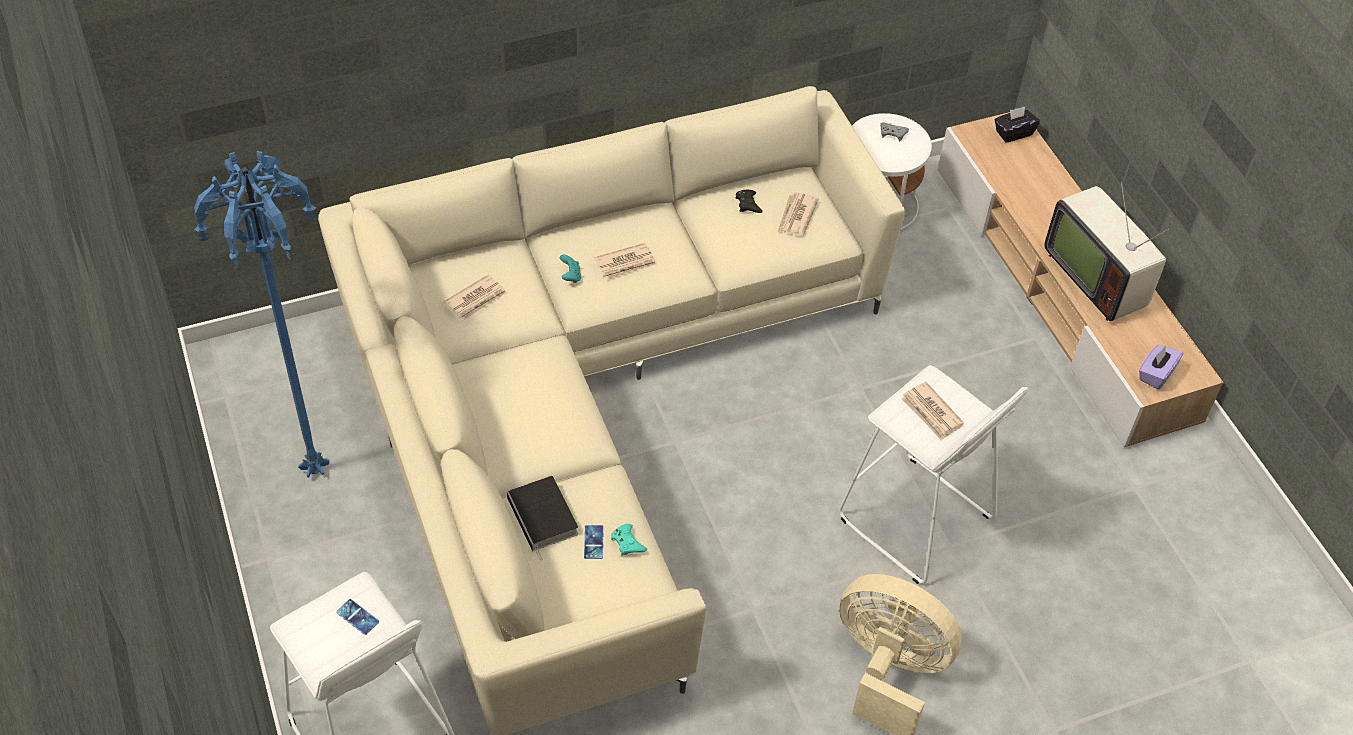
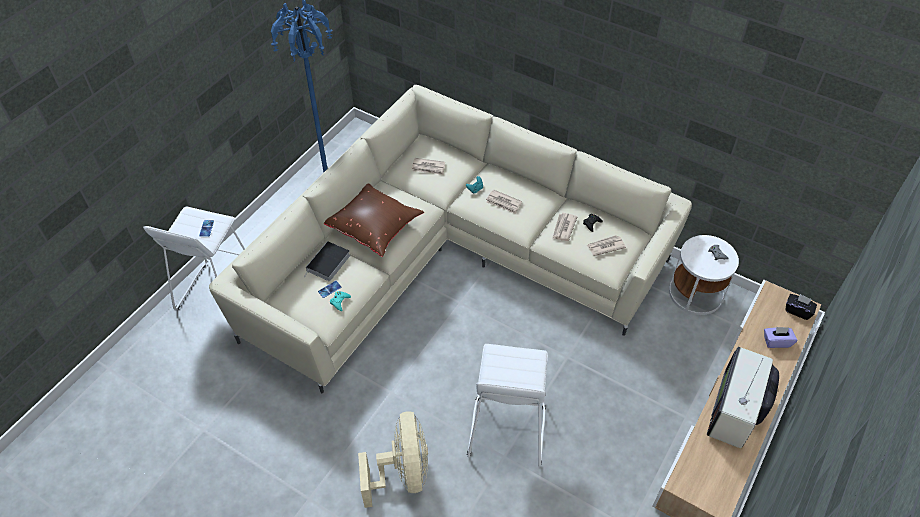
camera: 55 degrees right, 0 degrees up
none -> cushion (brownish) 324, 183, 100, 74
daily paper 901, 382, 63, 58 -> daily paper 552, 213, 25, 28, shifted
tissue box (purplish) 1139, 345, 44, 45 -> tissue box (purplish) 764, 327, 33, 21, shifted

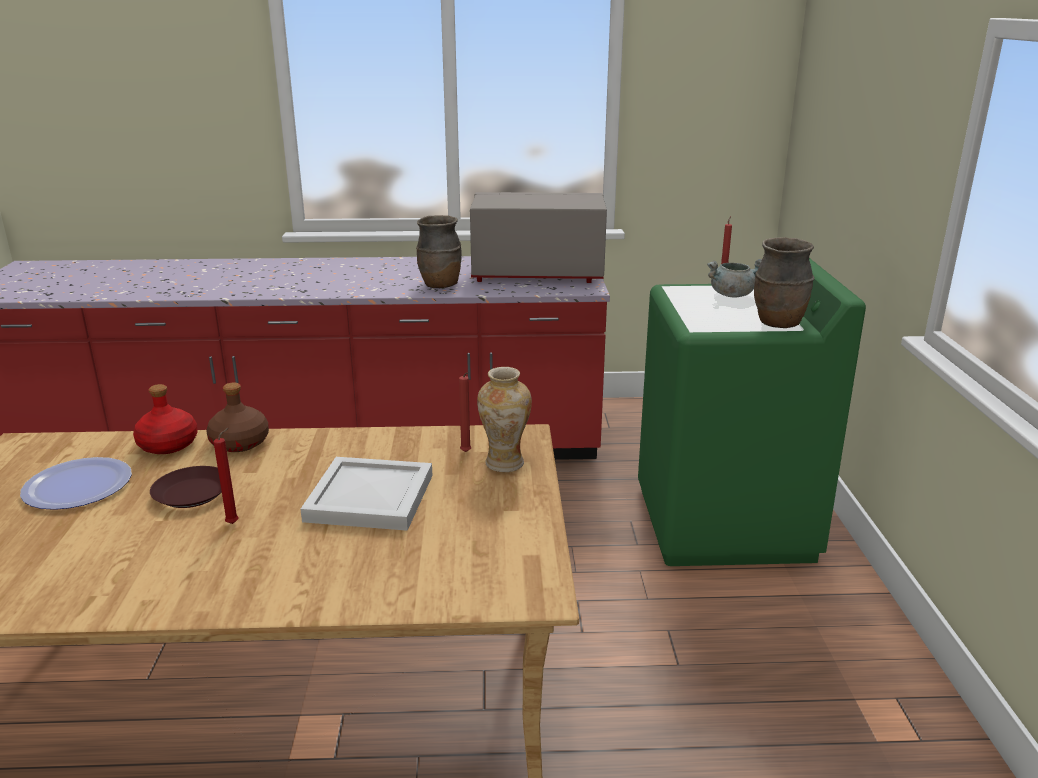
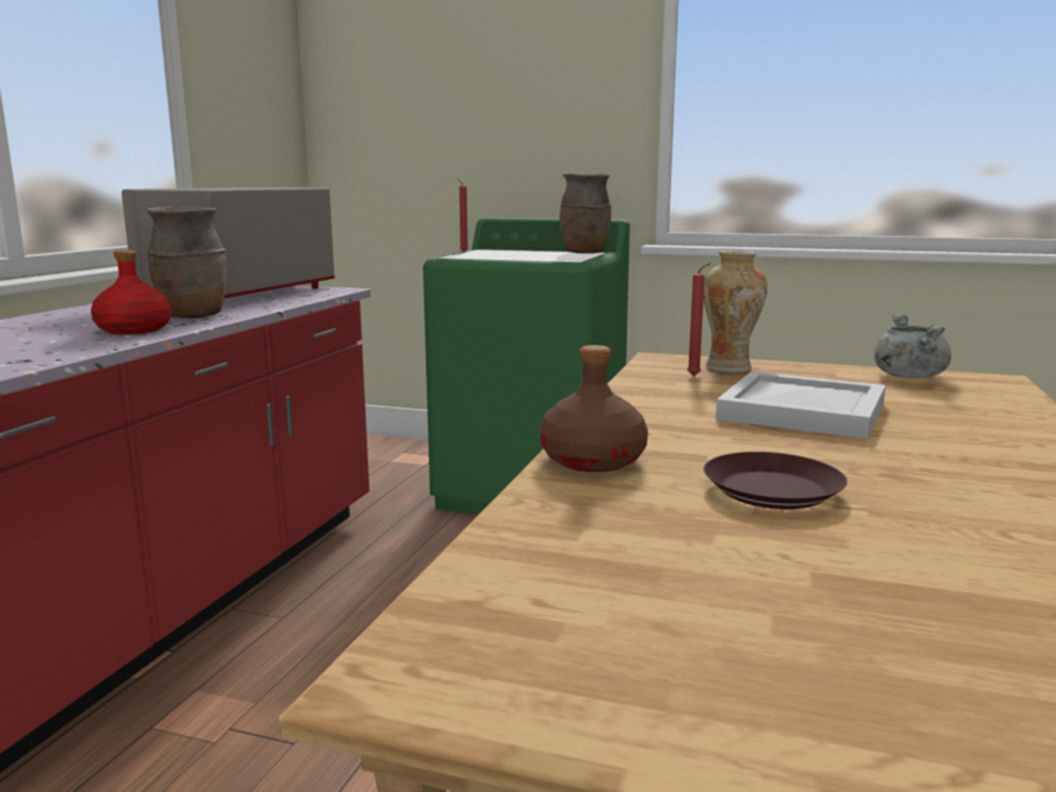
camera: 70 degrees left, 10 degrees down
beverage bottle (red-coloured) 133, 384, 65, 70 -> beverage bottle (red-coloured) 91, 250, 81, 84, shifted
cooking pot (gray) 707, 259, 55, 38 -> cooking pot (gray) 874, 314, 77, 64, shifted
dinner plate 20, 457, 112, 53 -> none
wax candle (red-coloured) 214, 427, 24, 97 -> none

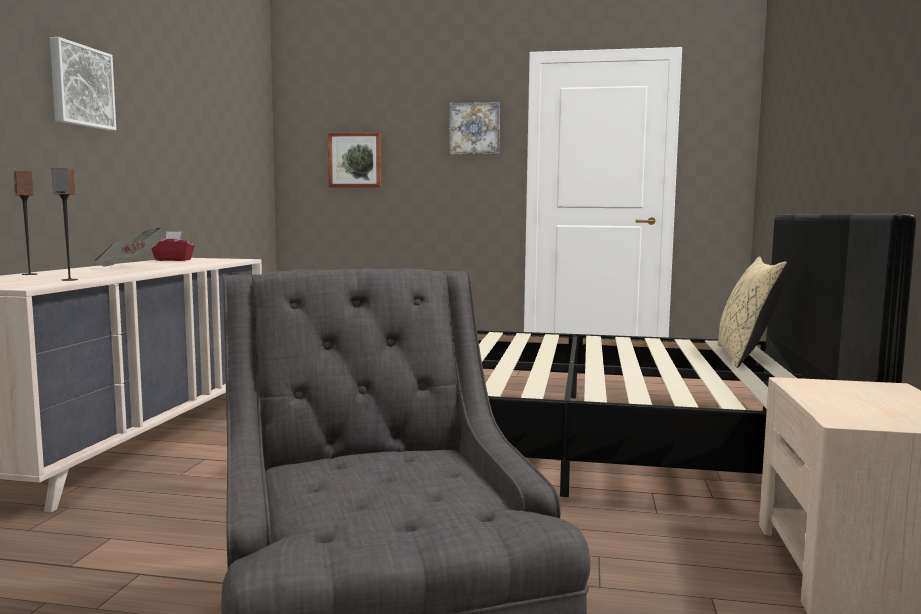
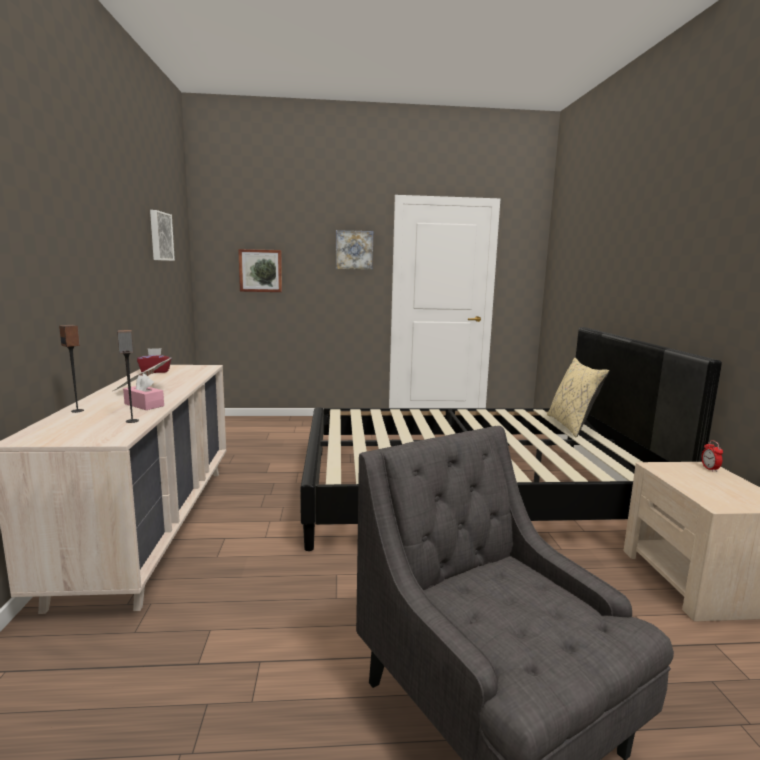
camera: 15 degrees left, 5 degrees up
none -> tissue box (pinkish) 123, 374, 41, 36
picture 50, 37, 66, 93 -> picture 150, 210, 25, 51, shifted
none -> table clock 701, 440, 22, 32

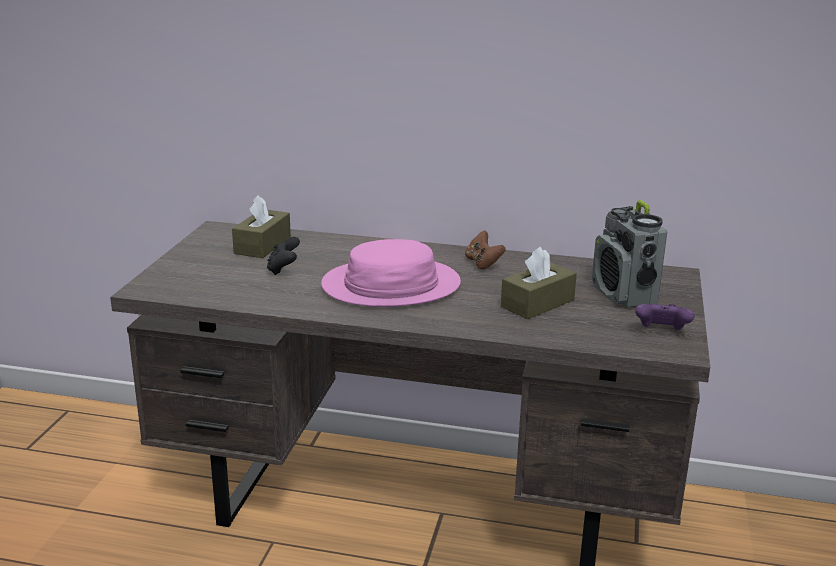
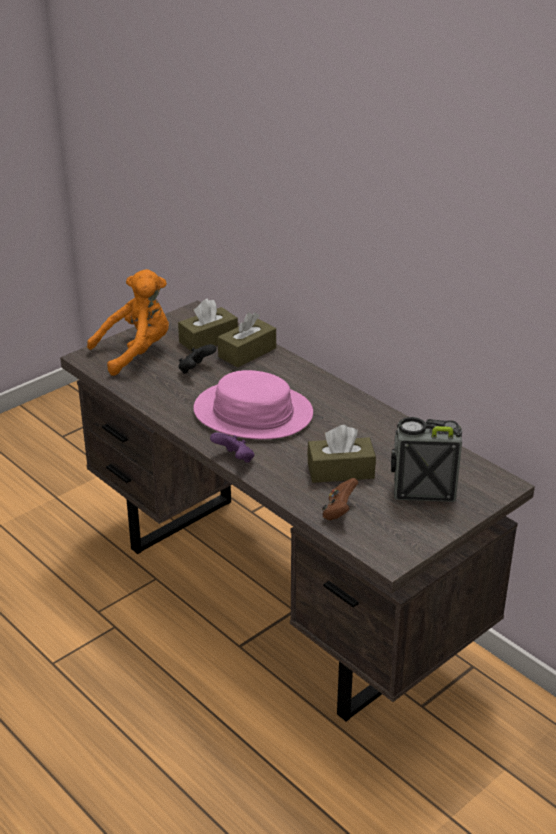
camera: 35 degrees right, 10 degrees up
none -> plush toy (orange-coloured) 87, 269, 82, 107
game controller (purplish) 635, 304, 59, 26 -> game controller (purplish) 210, 432, 44, 31, shifted
none -> tissue box (brownish) 218, 312, 58, 56
game controller (brownish) 465, 230, 41, 40 -> game controller (brownish) 322, 478, 36, 42, shifted
radio 592, 200, 76, 108 -> radio 391, 417, 71, 85, 75 degrees clockwise

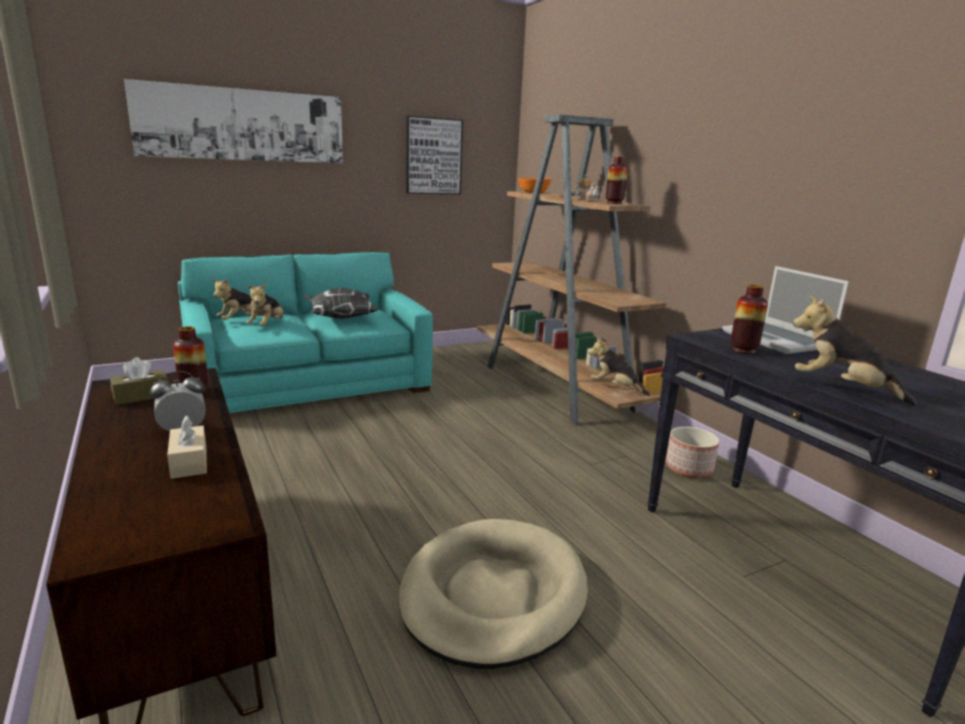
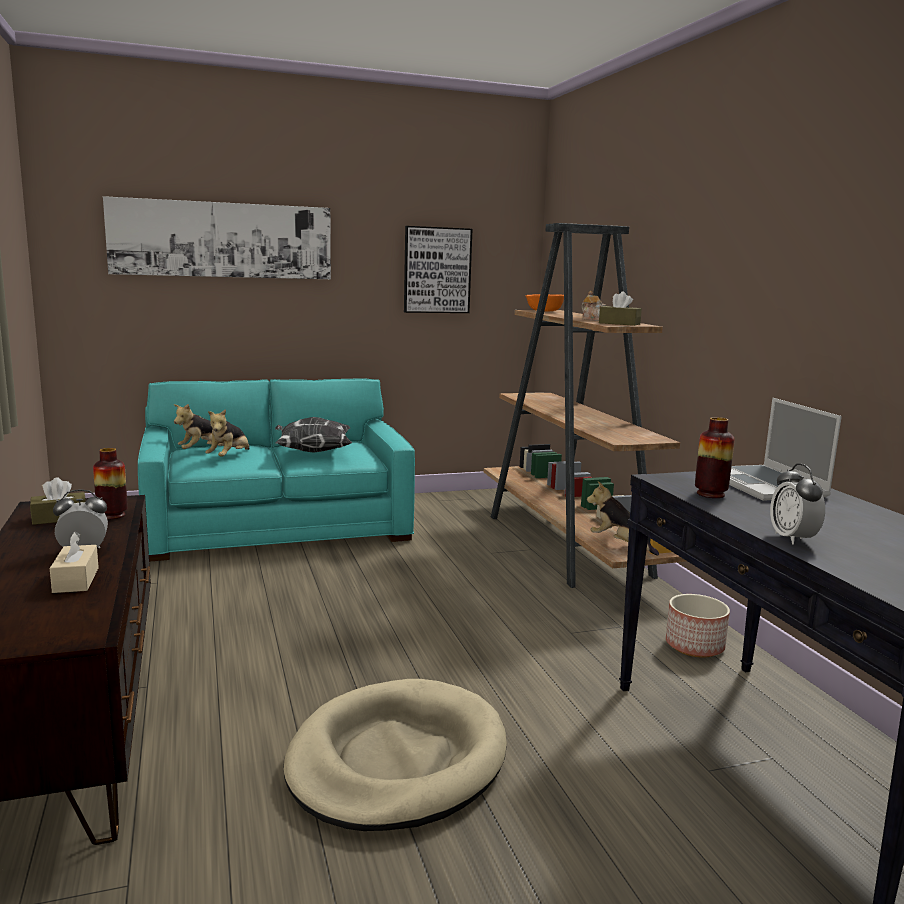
camera: 10 degrees right, 5 degrees down
decorative vase 606, 156, 22, 48 -> tissue box (brownish) 599, 291, 43, 35
plush toy 793, 296, 124, 110 -> table clock 770, 463, 55, 82

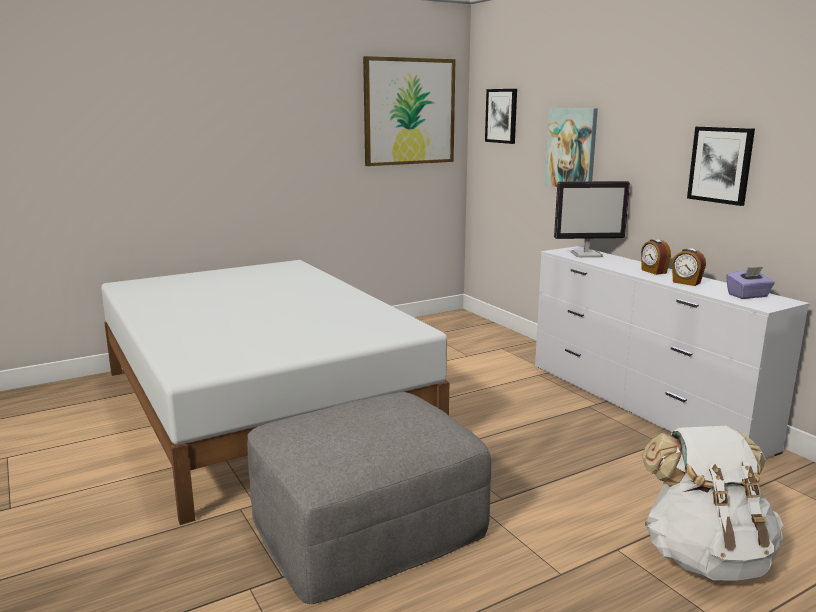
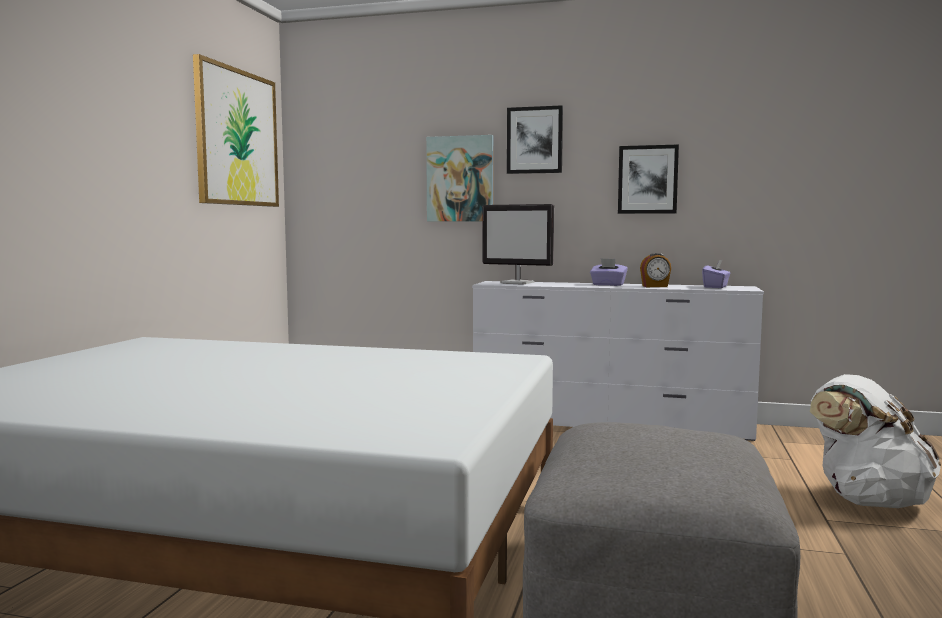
camera: 45 degrees left, 10 degrees down
computer screen 554, 181, 76, 76 -> computer screen 482, 204, 72, 81, 75 degrees clockwise
picture 485, 89, 32, 55 -> picture 507, 105, 56, 69, shifted
table clock 641, 239, 30, 36 -> tissue box (purplish) 590, 258, 38, 28

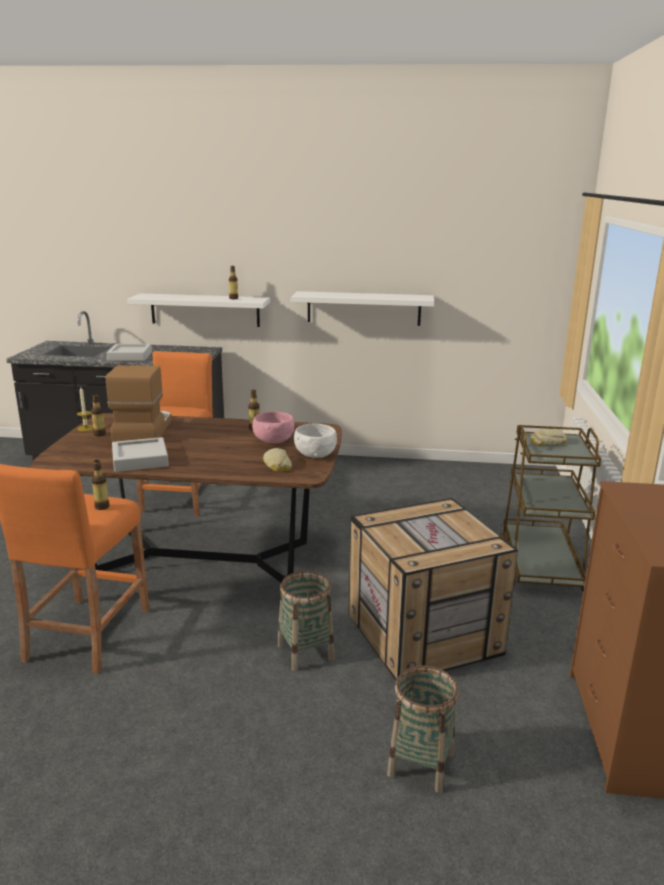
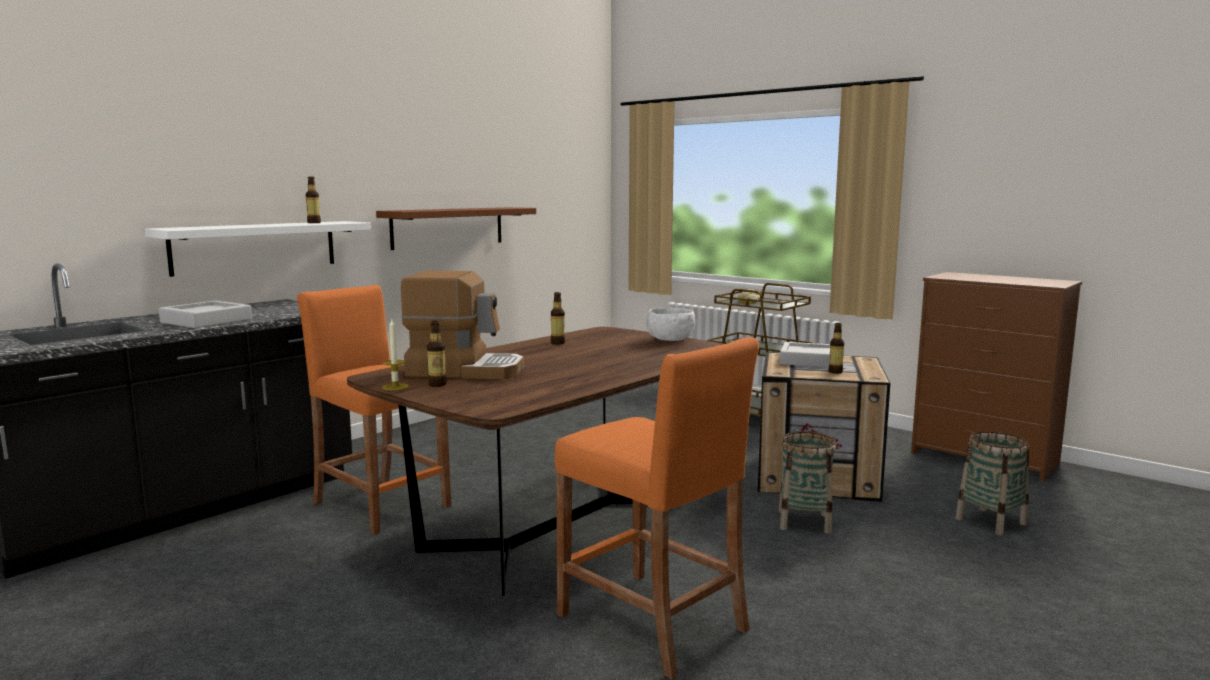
camera: 55 degrees left, 10 degrees down
wall shelf (whitish) 291, 291, 143, 35 -> wall shelf (brownish) 376, 207, 160, 43
coffee machine 106, 365, 66, 77 -> coffee machine 401, 271, 123, 108, 150 degrees clockwise
carrying tray (gray) 112, 437, 57, 35 -> carrying tray (gray) 780, 342, 50, 25, shifted
beverage bottle 92, 460, 17, 50 -> beverage bottle 828, 323, 16, 51, shifted
deep dish (pinkish) 252, 412, 42, 31 -> none
bakery bread 263, 448, 29, 24 -> none

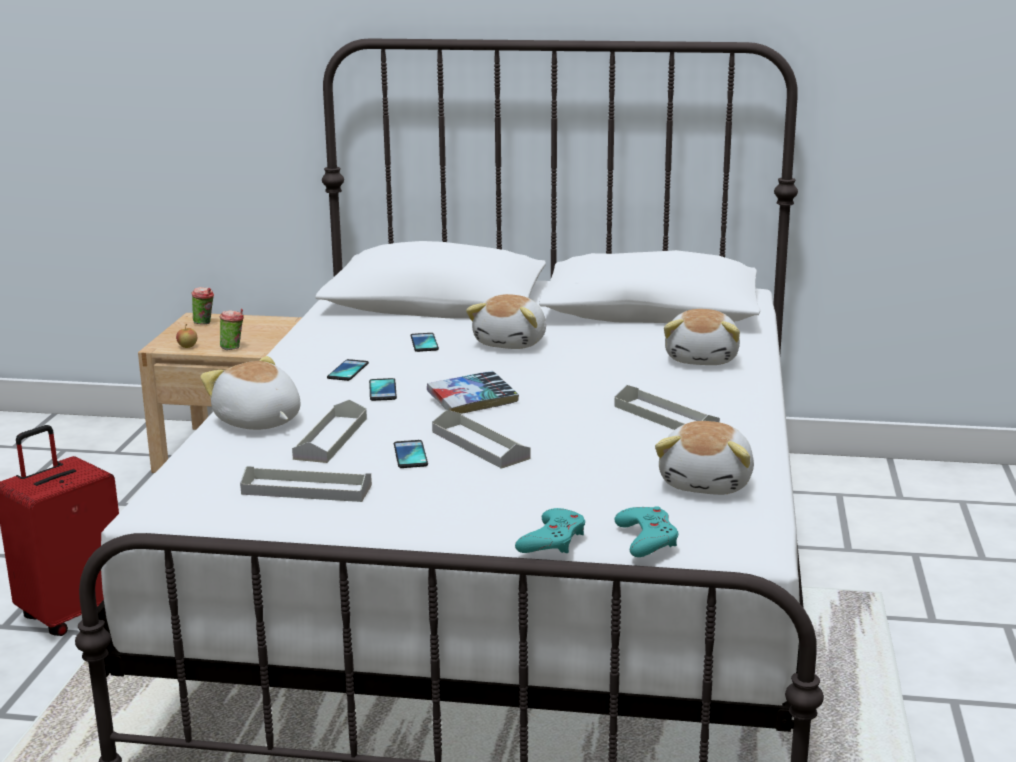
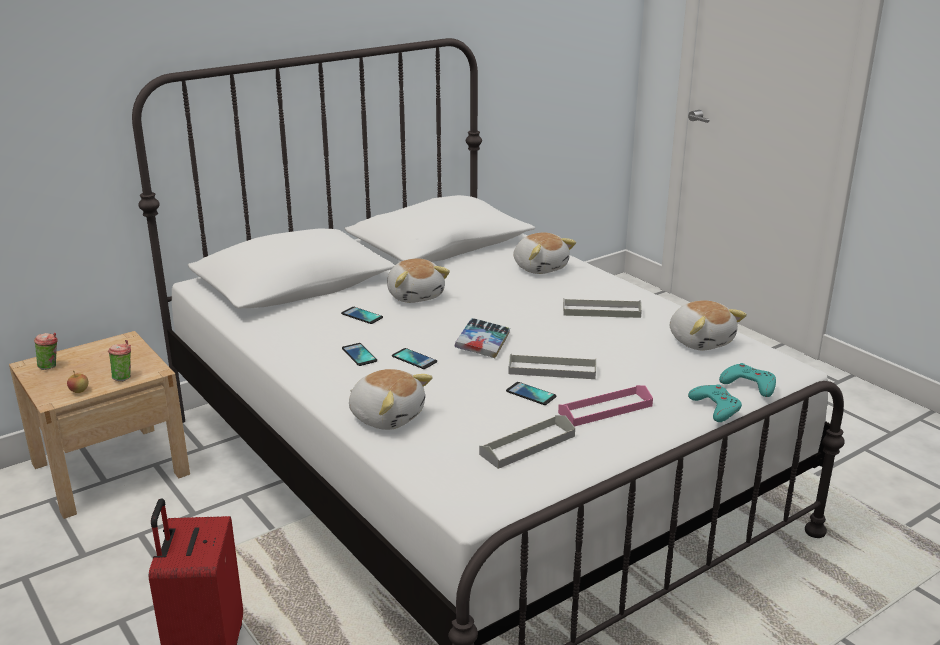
camera: 45 degrees left, 5 degrees up
plush toy 200, 356, 101, 74 -> plush toy 349, 369, 84, 61, 150 degrees counterclockwise
none -> carrying tray (pinkish) 558, 385, 95, 42
carrying tray (gray) 292, 399, 75, 64 -> none

